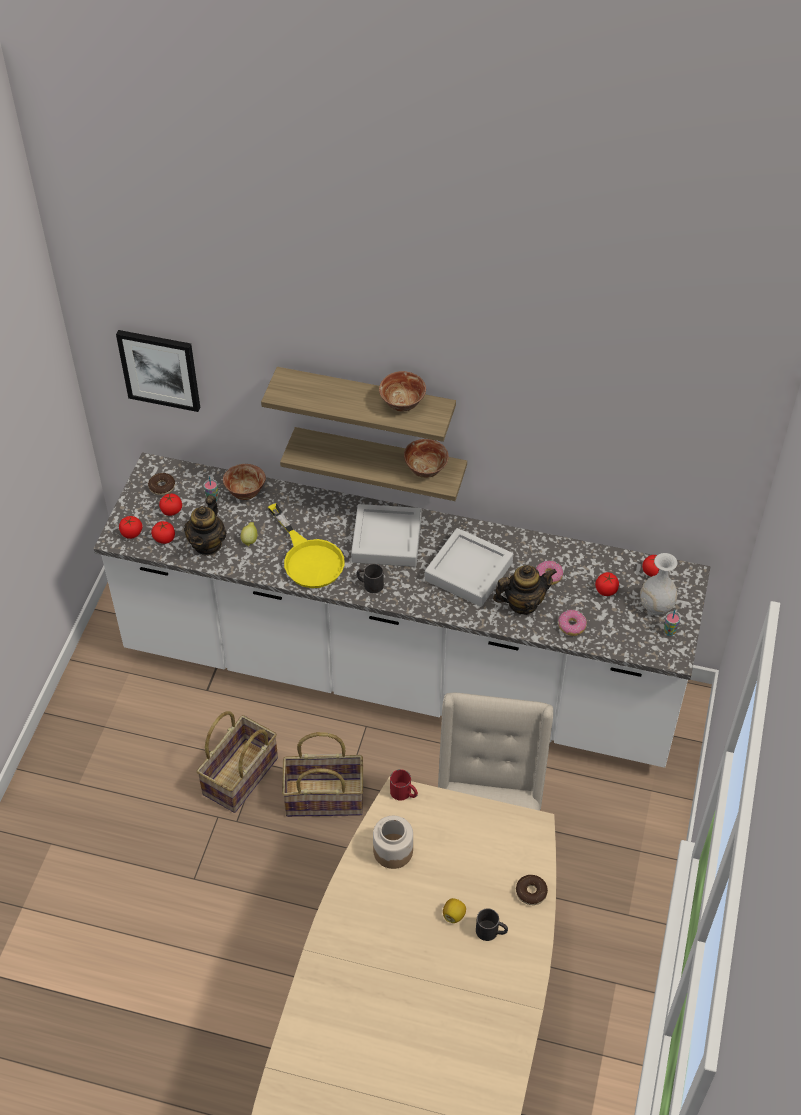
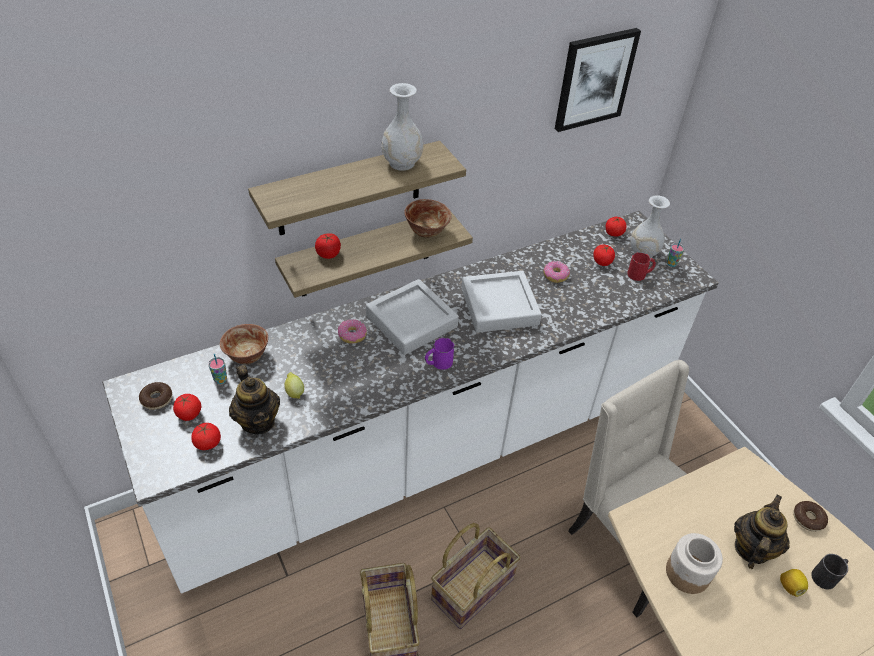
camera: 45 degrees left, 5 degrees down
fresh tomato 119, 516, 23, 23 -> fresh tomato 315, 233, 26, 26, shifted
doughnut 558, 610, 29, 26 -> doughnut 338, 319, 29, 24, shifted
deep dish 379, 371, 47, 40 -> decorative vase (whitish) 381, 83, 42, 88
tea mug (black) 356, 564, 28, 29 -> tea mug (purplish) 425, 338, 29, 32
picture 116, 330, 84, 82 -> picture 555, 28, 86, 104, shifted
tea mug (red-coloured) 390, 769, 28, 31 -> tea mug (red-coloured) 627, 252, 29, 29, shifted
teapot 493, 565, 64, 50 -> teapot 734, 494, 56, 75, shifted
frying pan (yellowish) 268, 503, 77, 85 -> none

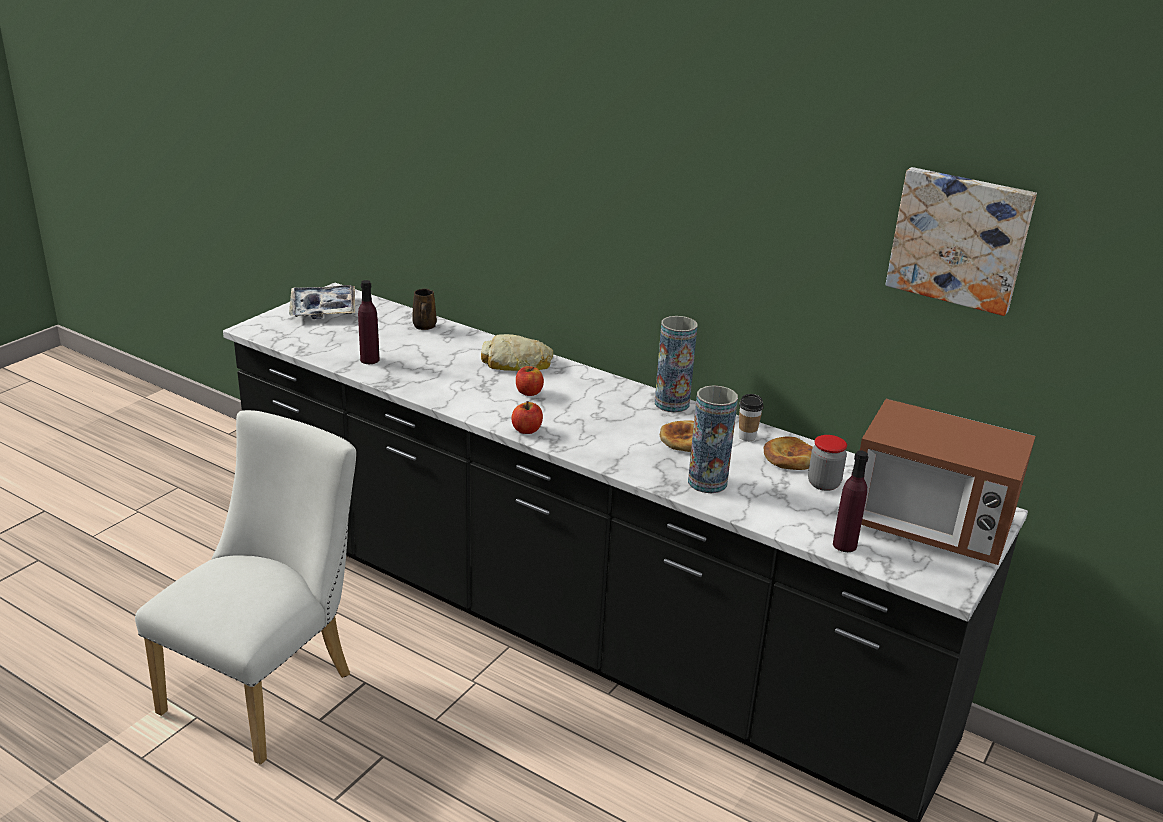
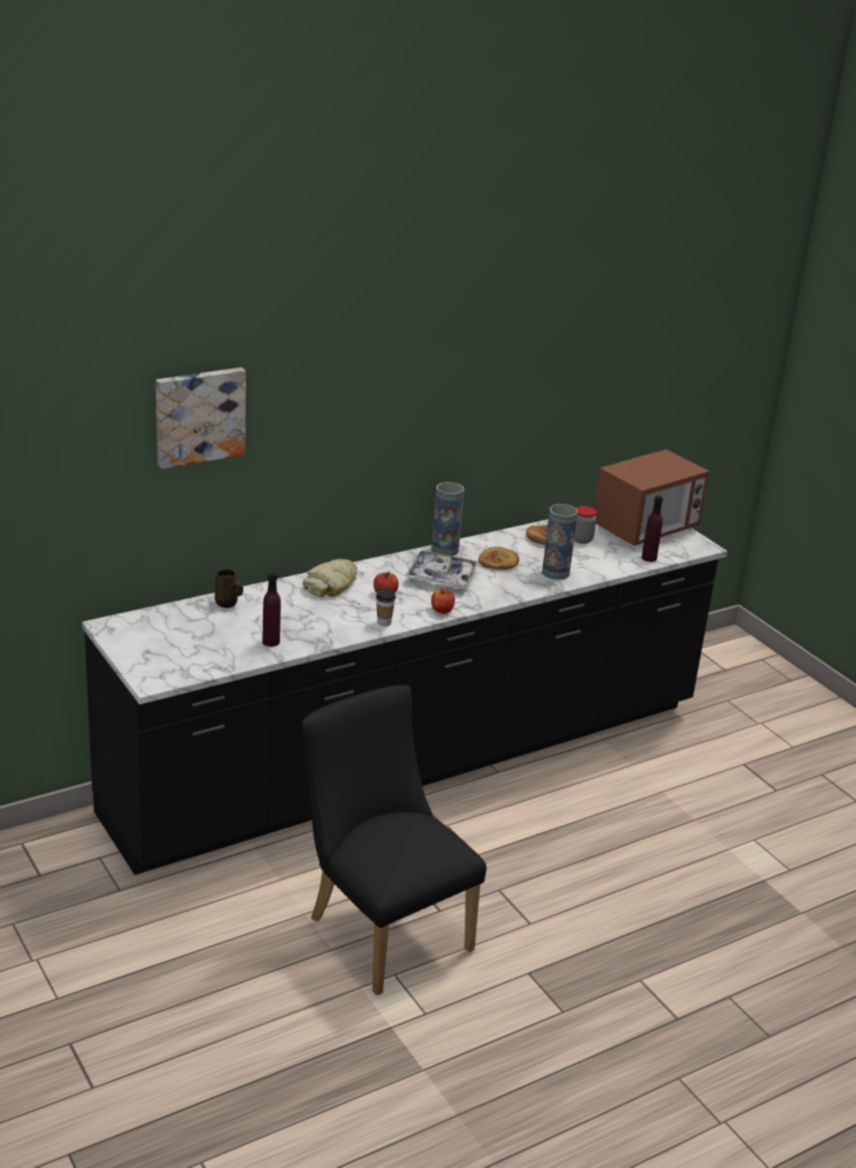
camera: 65 degrees left, 0 degrees up
picture 886, 167, 151, 149 -> picture 156, 367, 90, 102, shifted
plain chair (whitish) 135, 410, 221, 355 -> plain chair (black) 302, 685, 184, 311
small cup 739, 394, 25, 47 -> small cup 376, 588, 20, 38, shifted
carrying tray 289, 285, 66, 34 -> carrying tray 405, 551, 74, 37, shifted

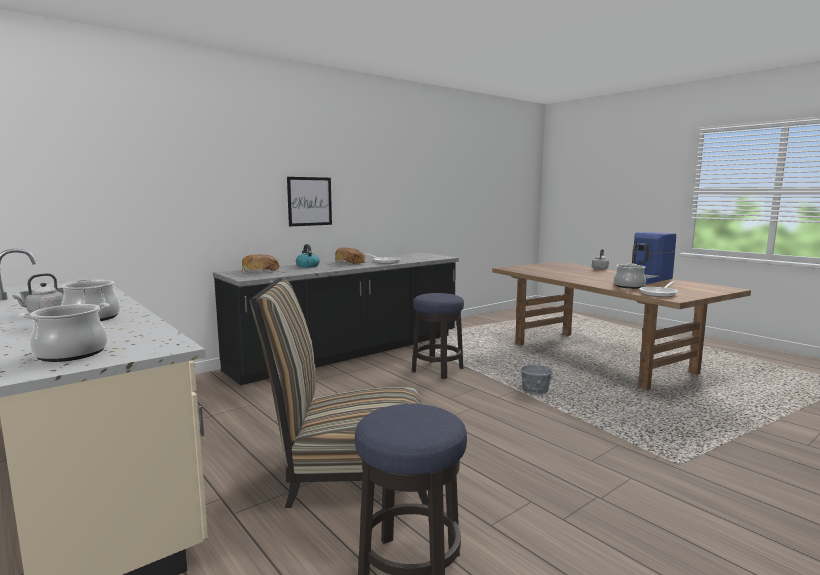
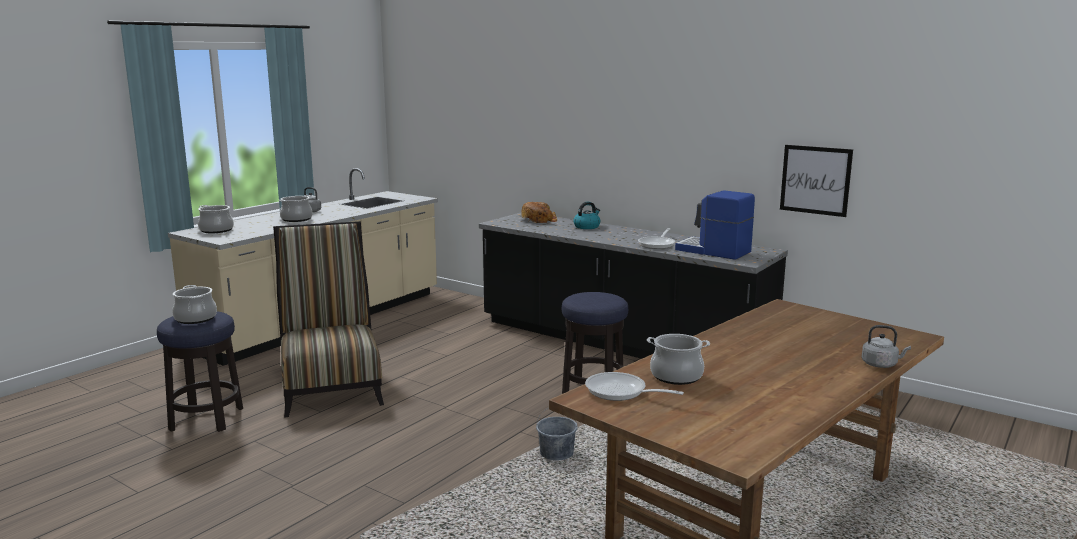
camera: 75 degrees right, 5 degrees up
none -> cooking pot 172, 285, 45, 39
coffee machine 632, 232, 44, 52 -> coffee machine 675, 190, 80, 70, shifted
picture 287, 177, 45, 50 -> picture 780, 145, 73, 72, shifted
bakery bread 335, 247, 31, 17 -> none

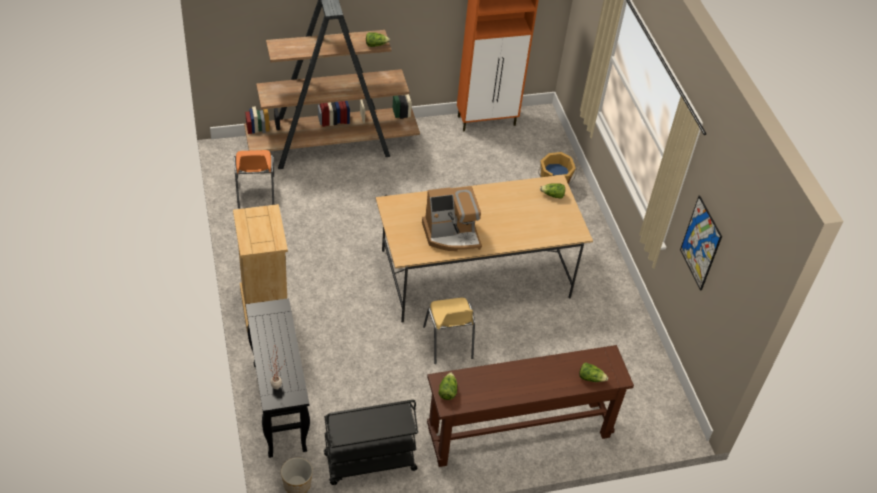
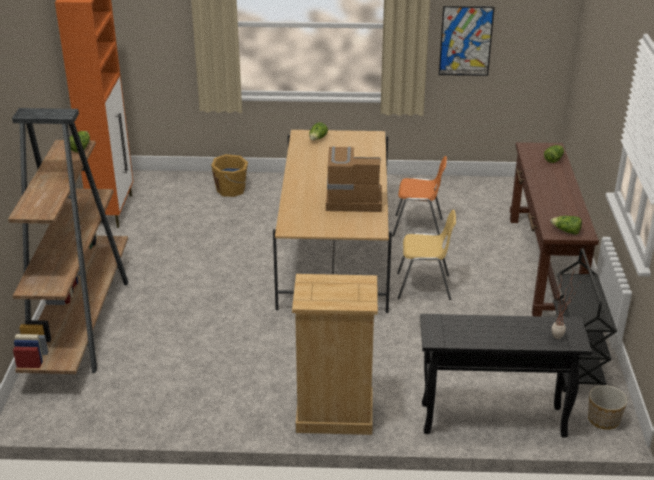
camera: 70 degrees left, 15 degrees down
coffee machine 422, 186, 60, 65 -> coffee machine 326, 146, 56, 66, 90 degrees counterclockwise
plain chair (orange-coloured) 234, 150, 40, 58 -> plain chair (orange-coloured) 392, 156, 55, 81, shifted

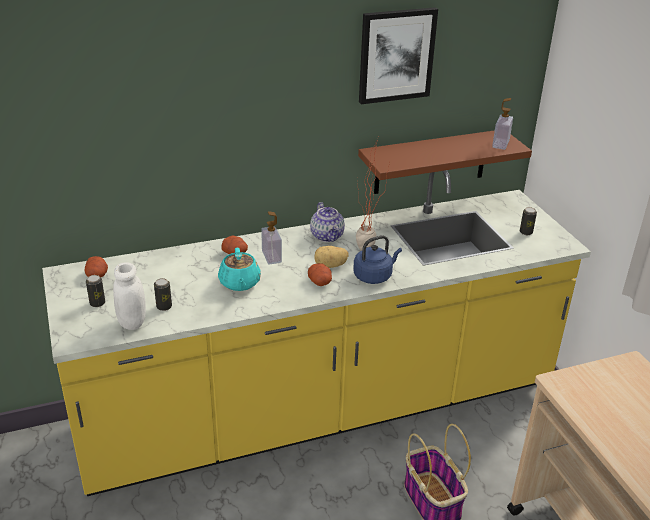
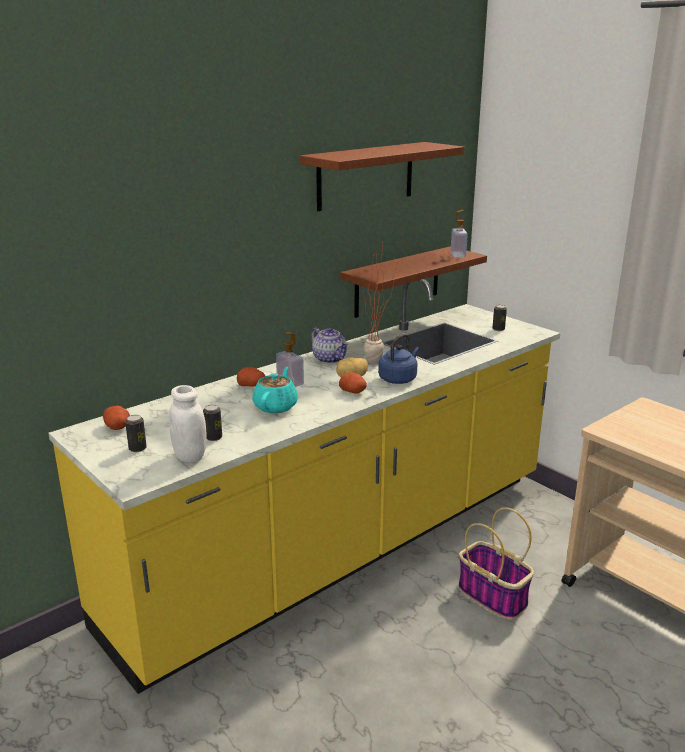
camera: 20 degrees left, 10 degrees down
teapot (blue-green) 218, 248, 43, 43 -> teapot (blue-green) 252, 367, 46, 46, 135 degrees counterclockwise
picture 359, 7, 79, 97 -> wall shelf (brownish) 299, 142, 166, 69

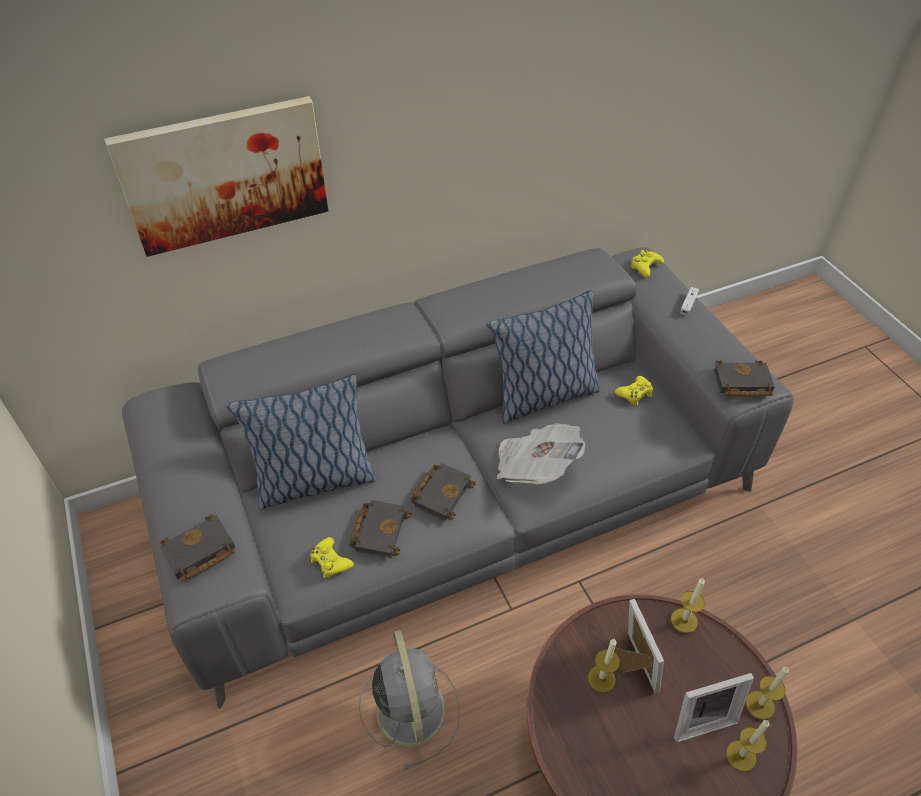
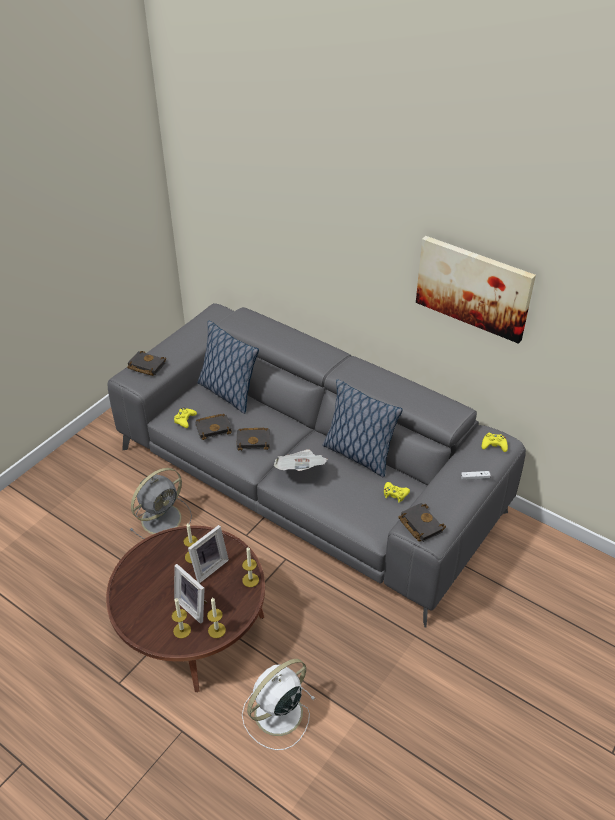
camera: 60 degrees right, 5 degrees down
none -> cooling fan (whitish) 242, 659, 73, 91
picture 104, 96, 224, 161 -> picture 416, 236, 120, 108, shifted

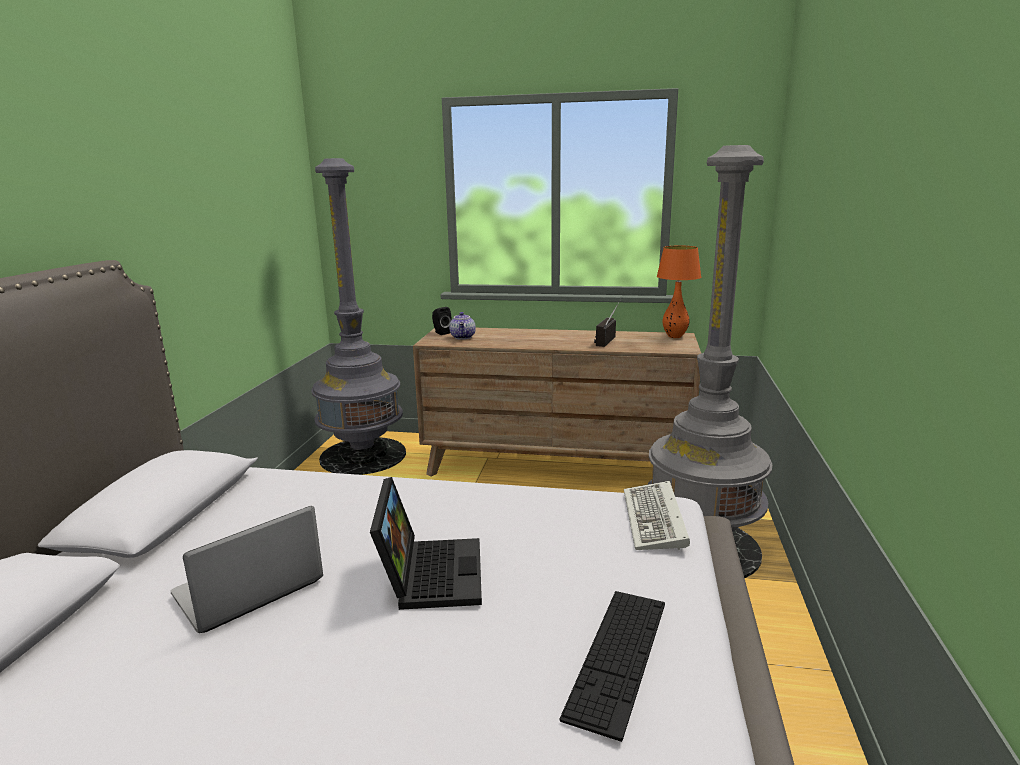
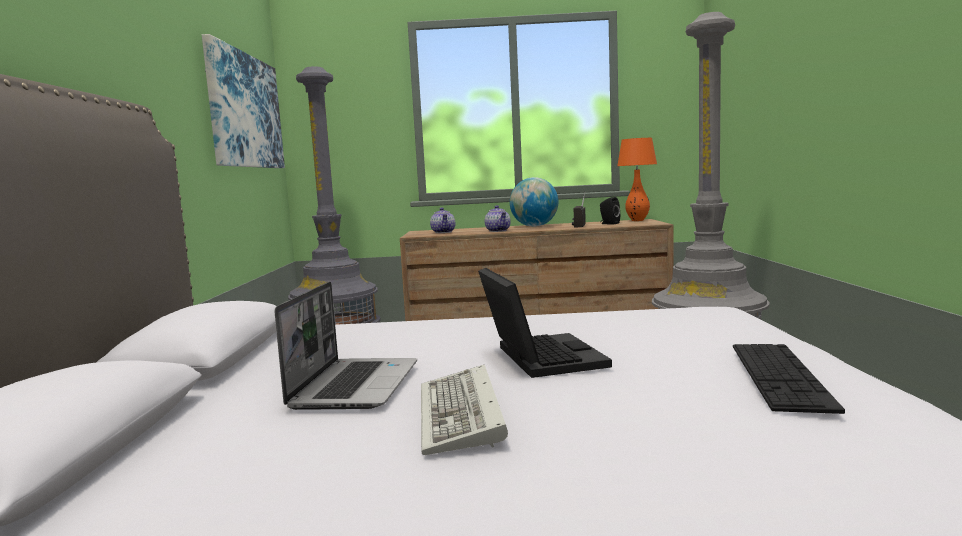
camera: 10 degrees left, 10 degrees down
none -> picture 202, 34, 83, 134
portable computer 171, 506, 152, 127 -> portable computer 275, 282, 142, 128, 150 degrees clockwise
computer keyboard 624, 481, 66, 69 -> computer keyboard 421, 365, 87, 90, shifted
none -> teapot 485, 205, 26, 27
none -> world globe 510, 177, 48, 50
loudspeaker (black) 432, 307, 19, 28 -> loudspeaker (black) 600, 197, 20, 28, shifted

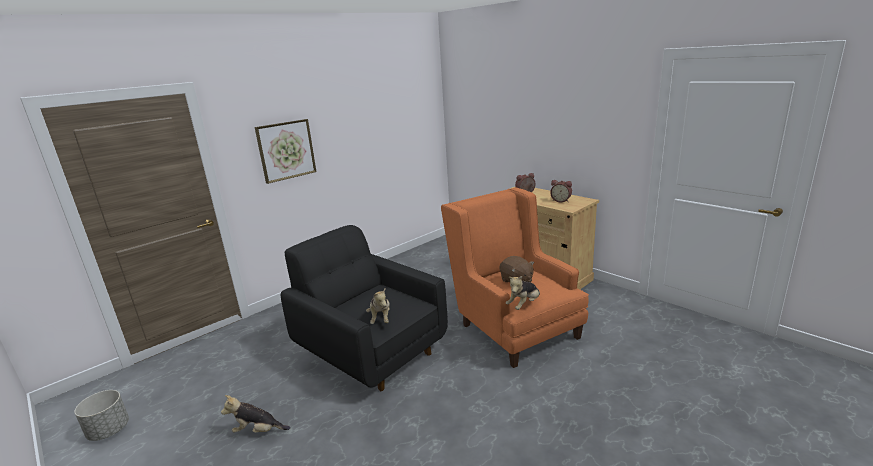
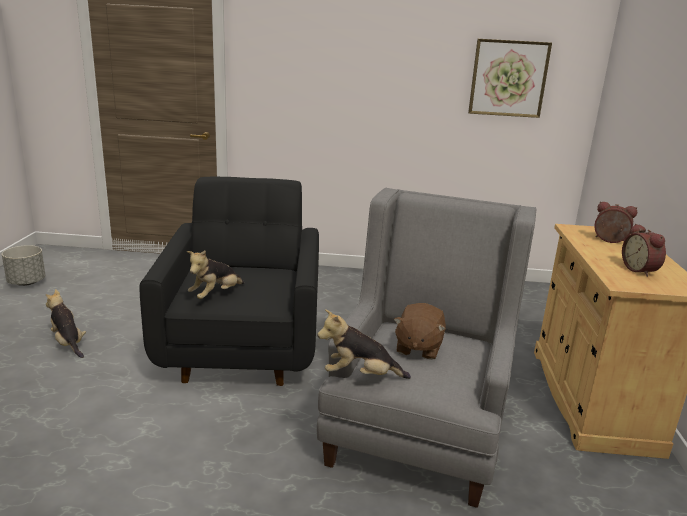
camera: 45 degrees right, 0 degrees up
easy chair (orange-coloured) 441, 187, 148, 181 -> easy chair (gray) 317, 188, 220, 320
picture 255, 119, 62, 65 -> picture 468, 39, 84, 79, shifted

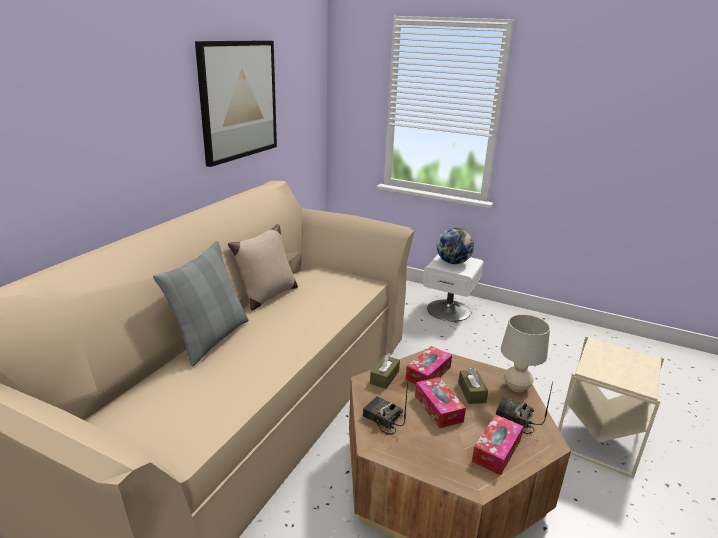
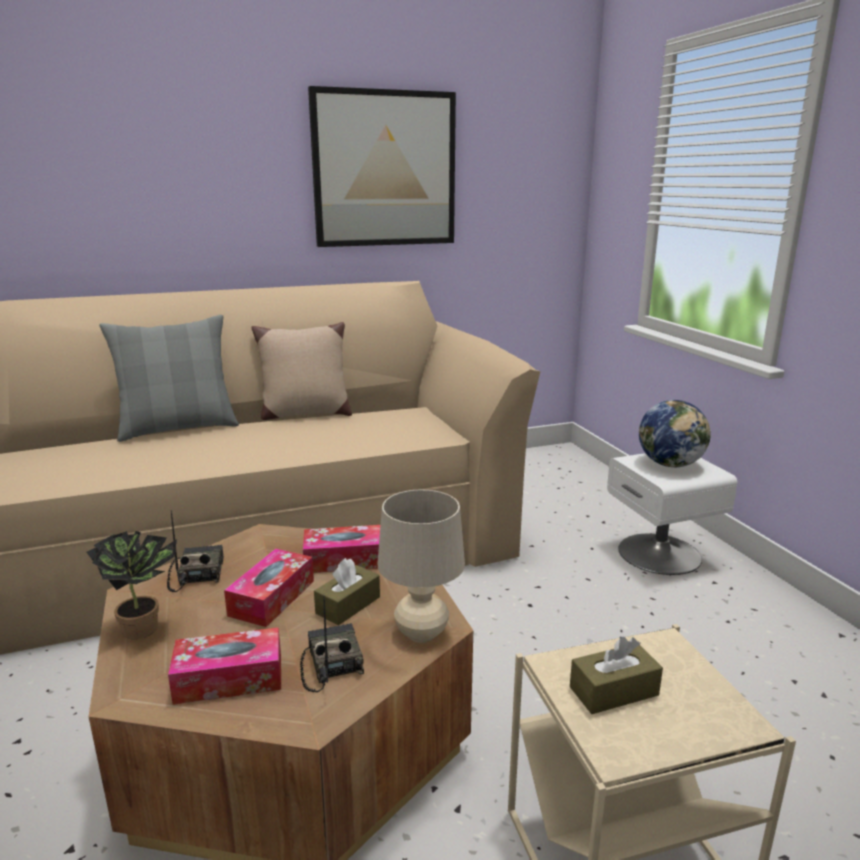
camera: 45 degrees right, 5 degrees down
none -> houseplant 86, 531, 91, 108
tissue box (brownish) 370, 353, 30, 36 -> tissue box (brownish) 570, 637, 93, 77, shifted

